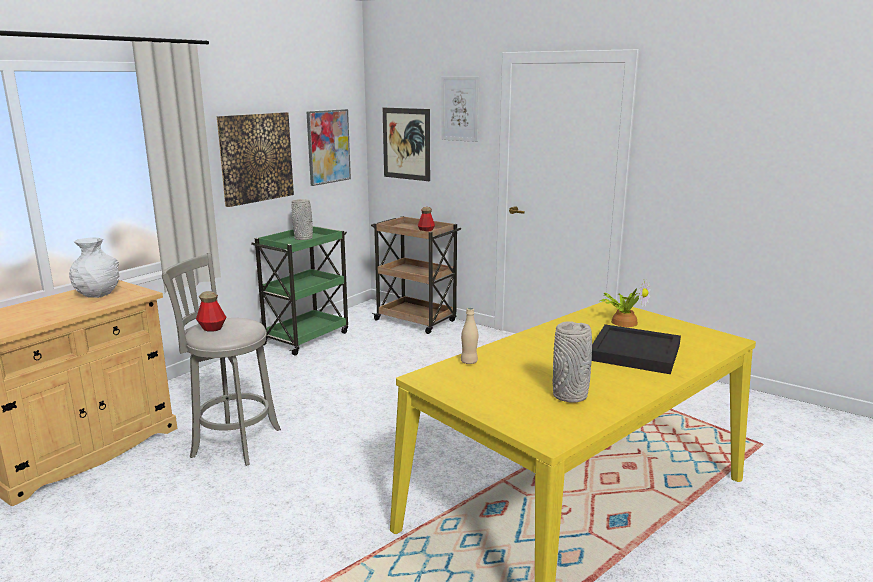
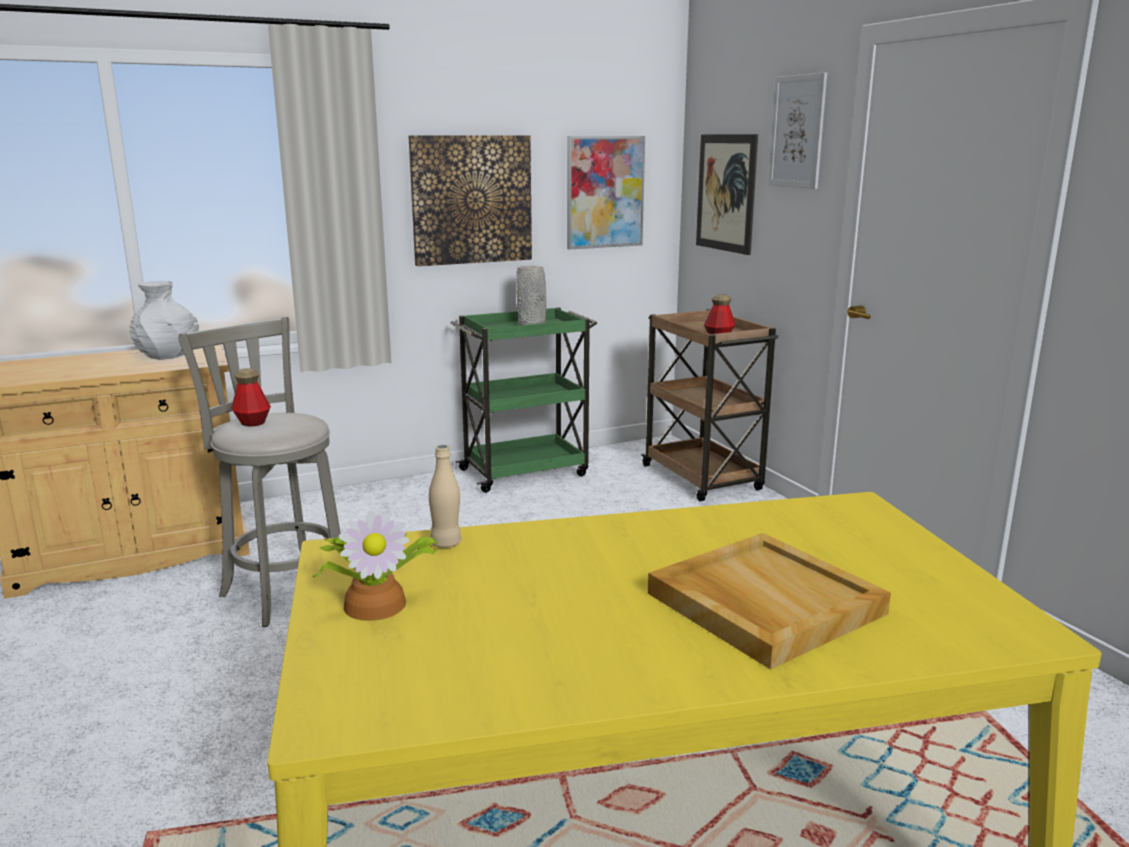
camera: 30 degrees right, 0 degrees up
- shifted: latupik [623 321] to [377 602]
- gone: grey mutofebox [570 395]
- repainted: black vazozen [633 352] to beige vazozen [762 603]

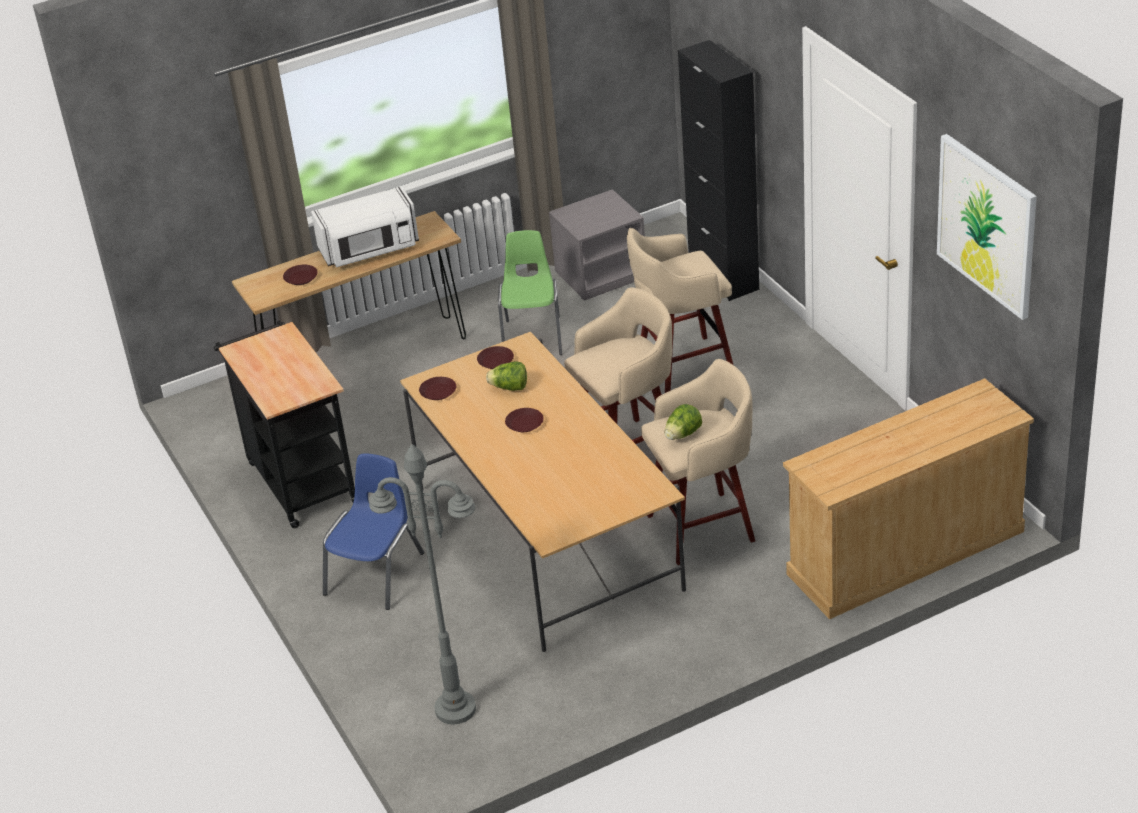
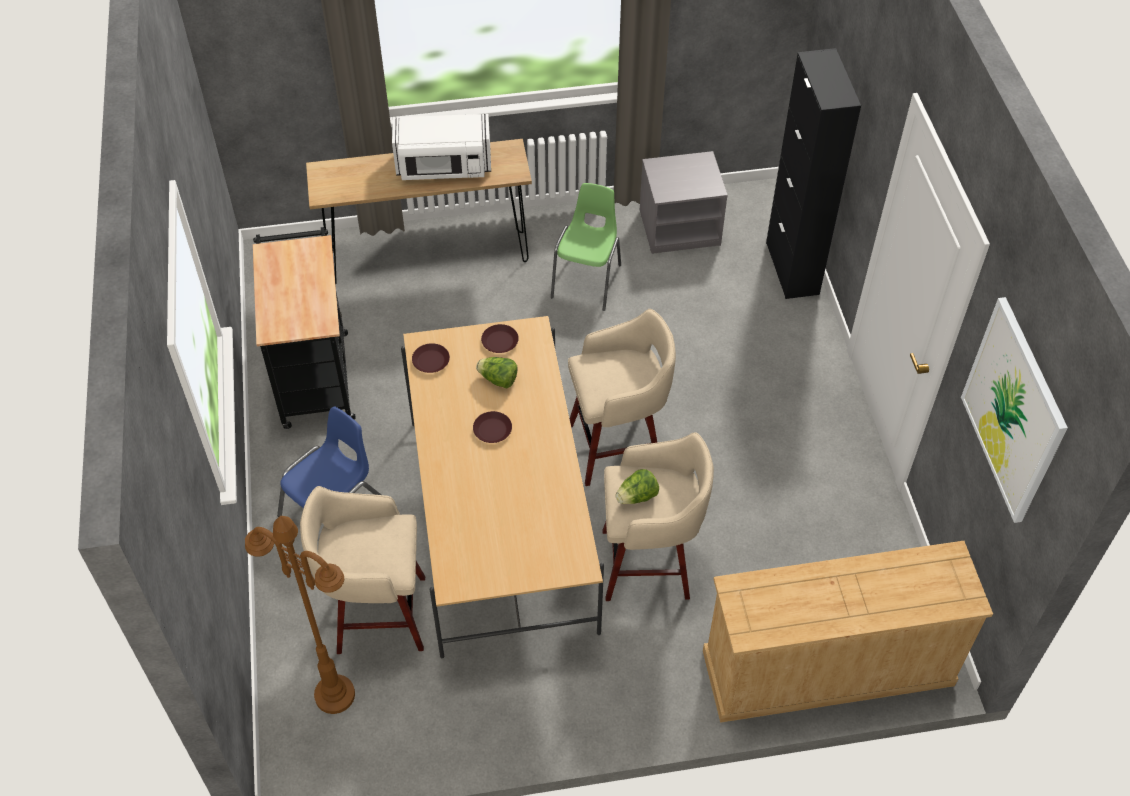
camera: 15 degrees right, 15 degrees up
- shifted: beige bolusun [682 367] to [377 614]
- gone: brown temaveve [300 278]
- repainted: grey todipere [454 709] to brown todipere [334 695]

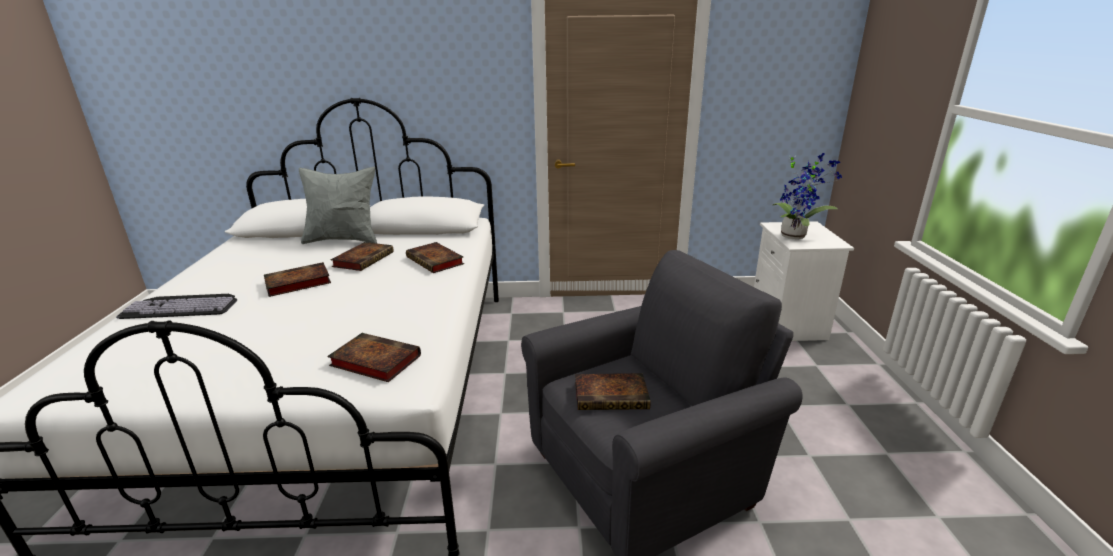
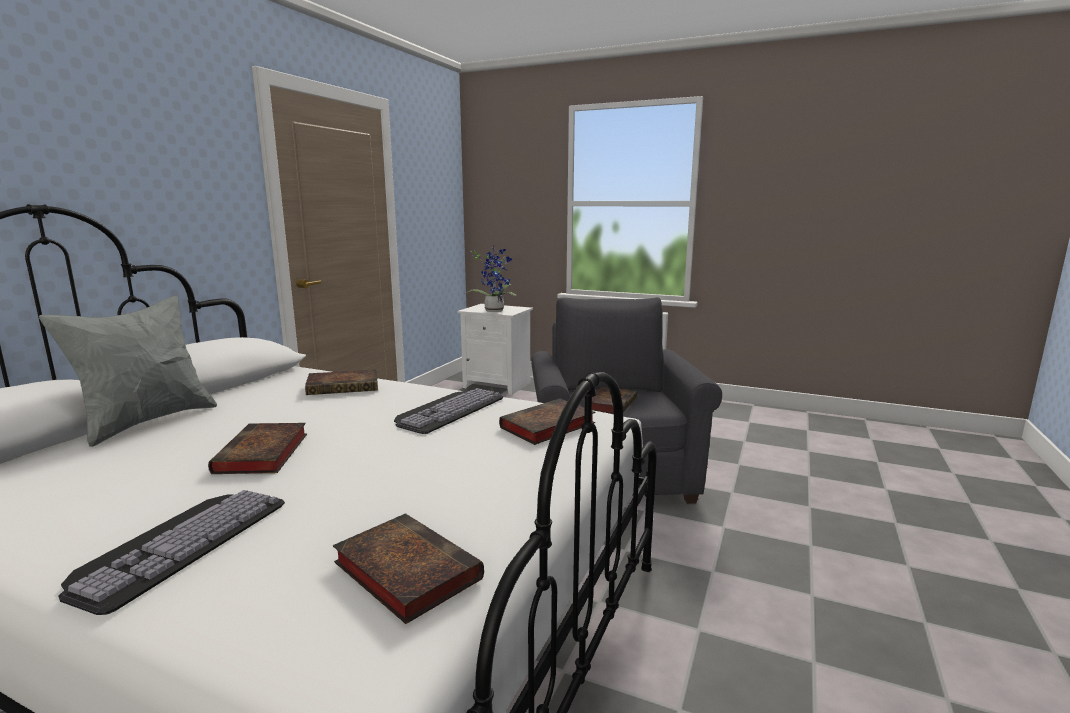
camera: 65 degrees left, 10 degrees down
- shifted: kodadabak [364 259] to [403 570]
- new: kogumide [447 409]

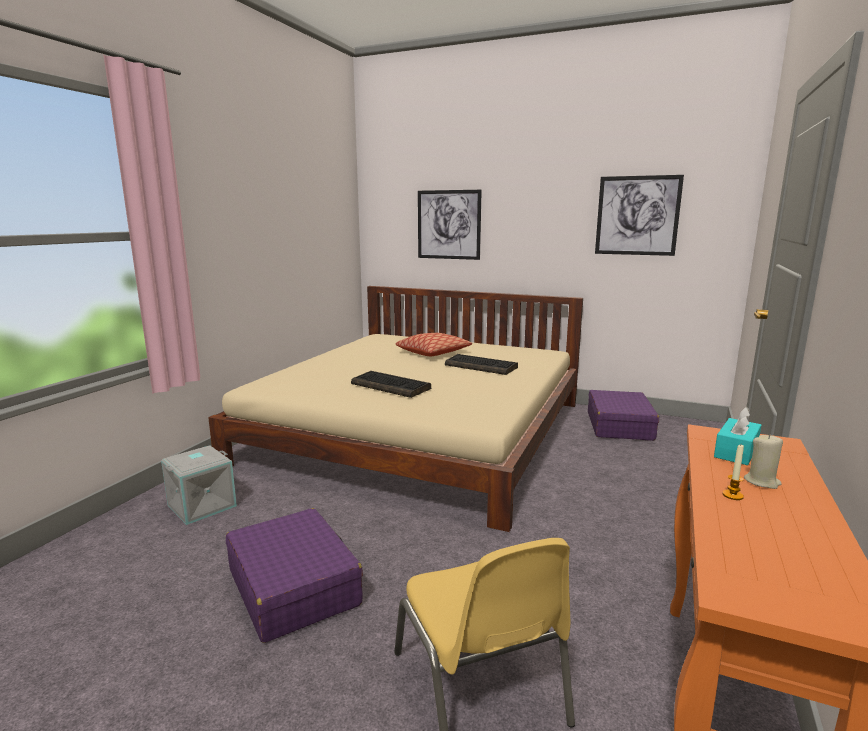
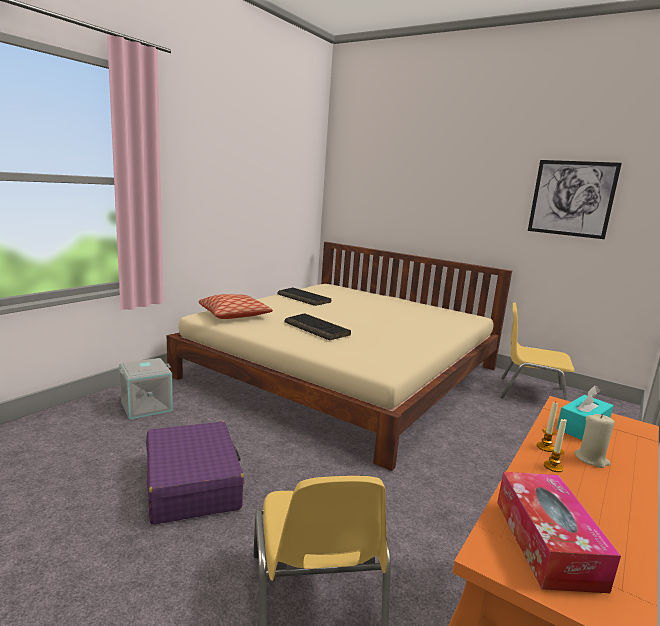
camera: 10 degrees right, 0 degrees up
- gone: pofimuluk [448 224]
- shifted: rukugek [433 353] to [234 315]
- shifted: kogumide [482 366] to [304 298]
- swapped: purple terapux [619 426] to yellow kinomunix [530 393]
- new: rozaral [545 447]
- new: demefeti [547 542]

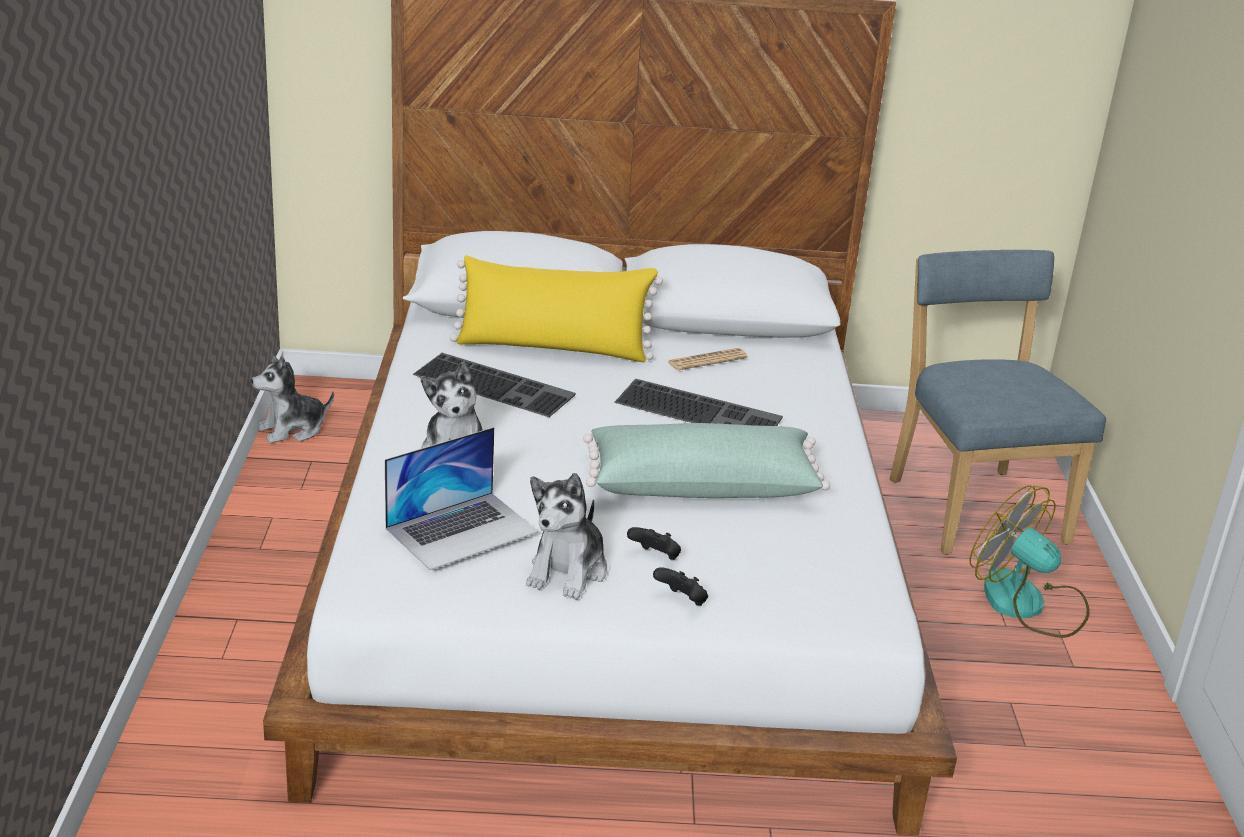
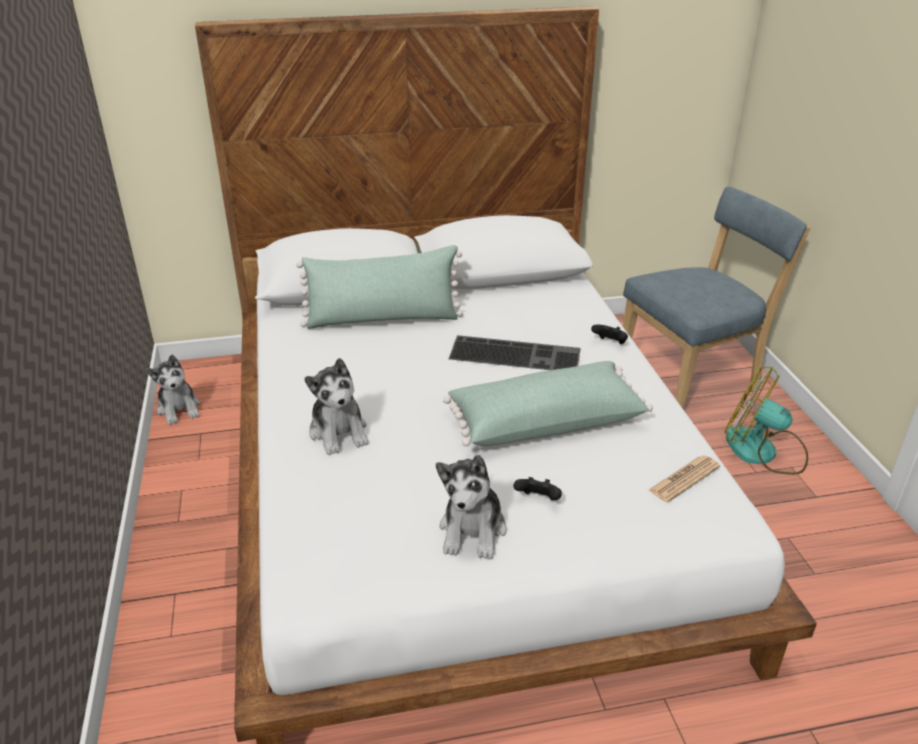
camera: 10 degrees left, 5 degrees up
- rotated: blue kinomunix [972 507] = [692 379] 90 degrees clockwise
- repainted: yellow rukugek [553 348] to green rukugek [383 319]
- shifted: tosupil [707 360] to [684 479]
- gone: kogumide [496 384]
- rotated: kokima [292 430] = [179 408] 75 degrees counterclockwise
- gone: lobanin [462 530]
- shifted: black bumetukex [682 601] to [609 343]

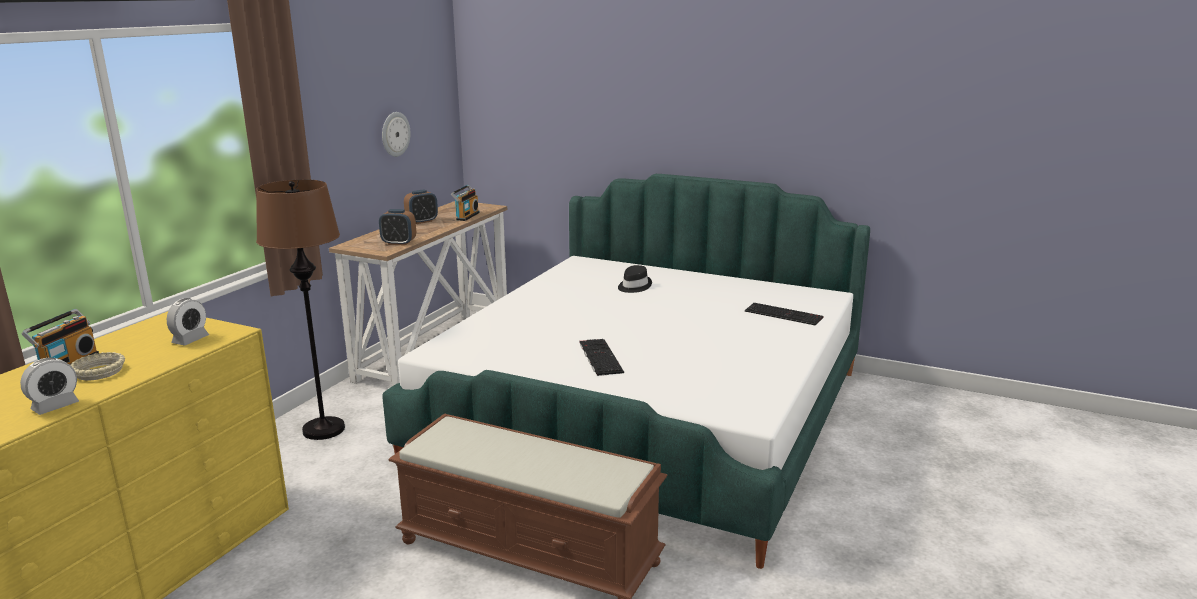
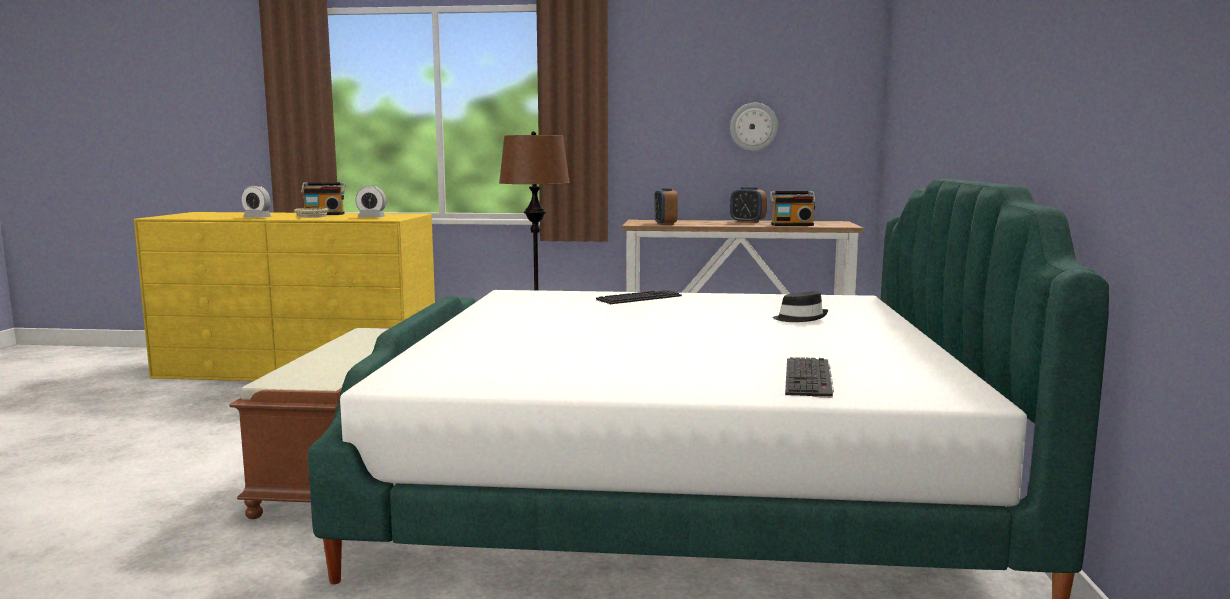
camera: 70 degrees right, 10 degrees down
- shifted: kogumide [599 357] to [639 297]

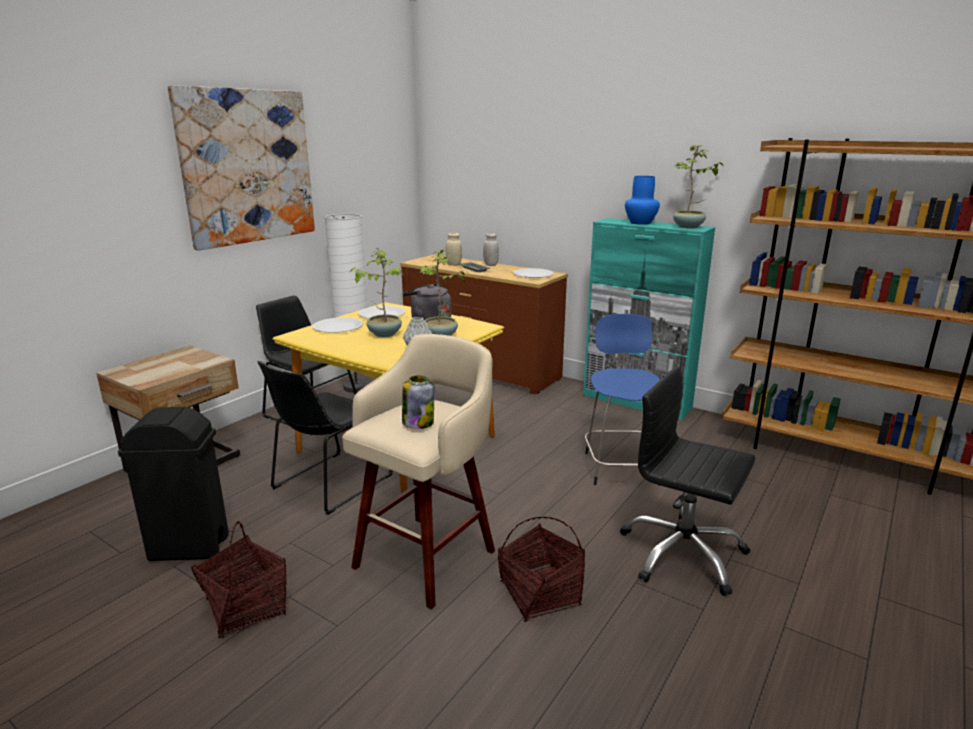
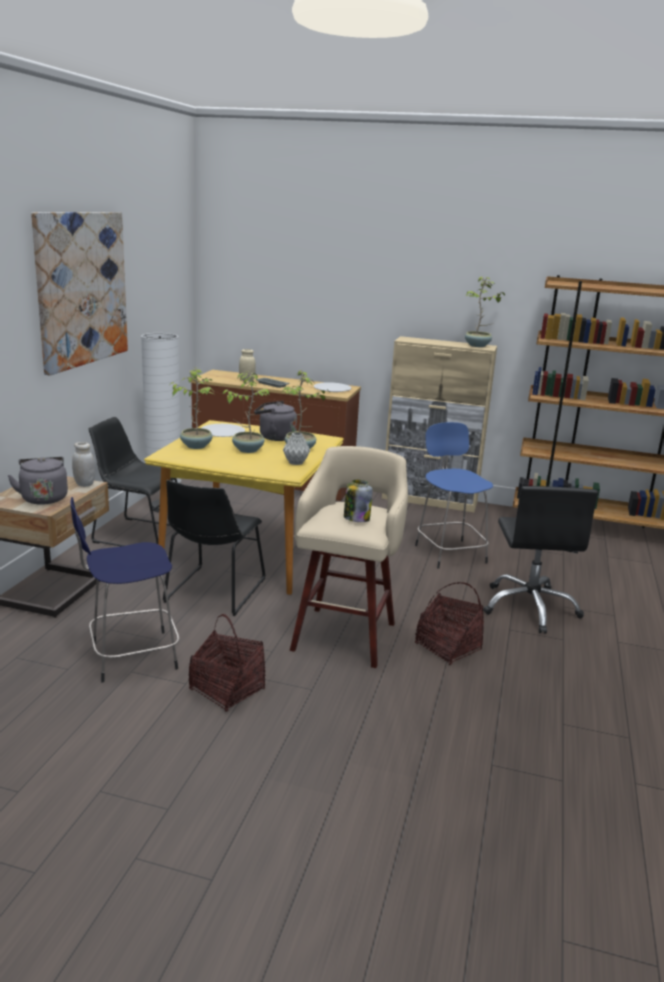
camera: 20 degrees left, 0 degrees up
- gone: blue mutofebox [640 223]
- repainted: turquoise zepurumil [637 402] to beige zepurumil [430 500]
- shifted: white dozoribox [490 265] to [84 484]
- swapped: white temaveve [338 327] to latupik [196 446]
- rotated: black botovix [682 554] = [530 607] 105 degrees counterclockwise
- swapped: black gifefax [188 547] to blue bolusun [130 656]
- new: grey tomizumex [43 498]

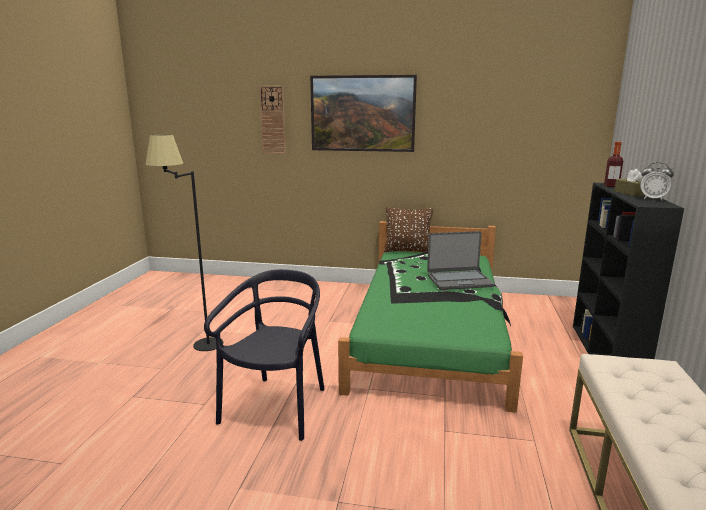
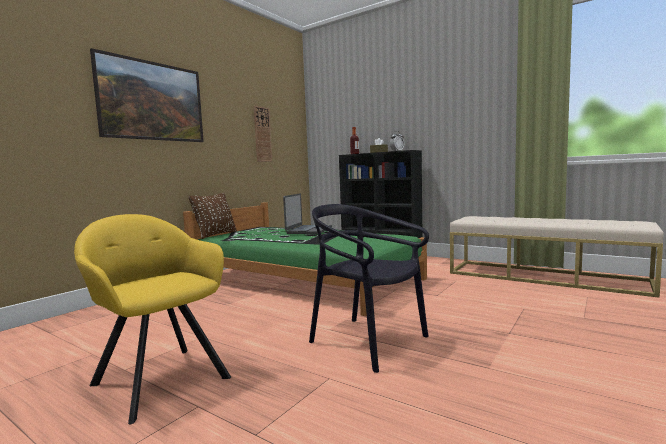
camera: 65 degrees left, 10 degrees down
- shifted: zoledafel [273 120] to [262 134]
- swapped: black todipere [194 344] to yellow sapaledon [159 378]

